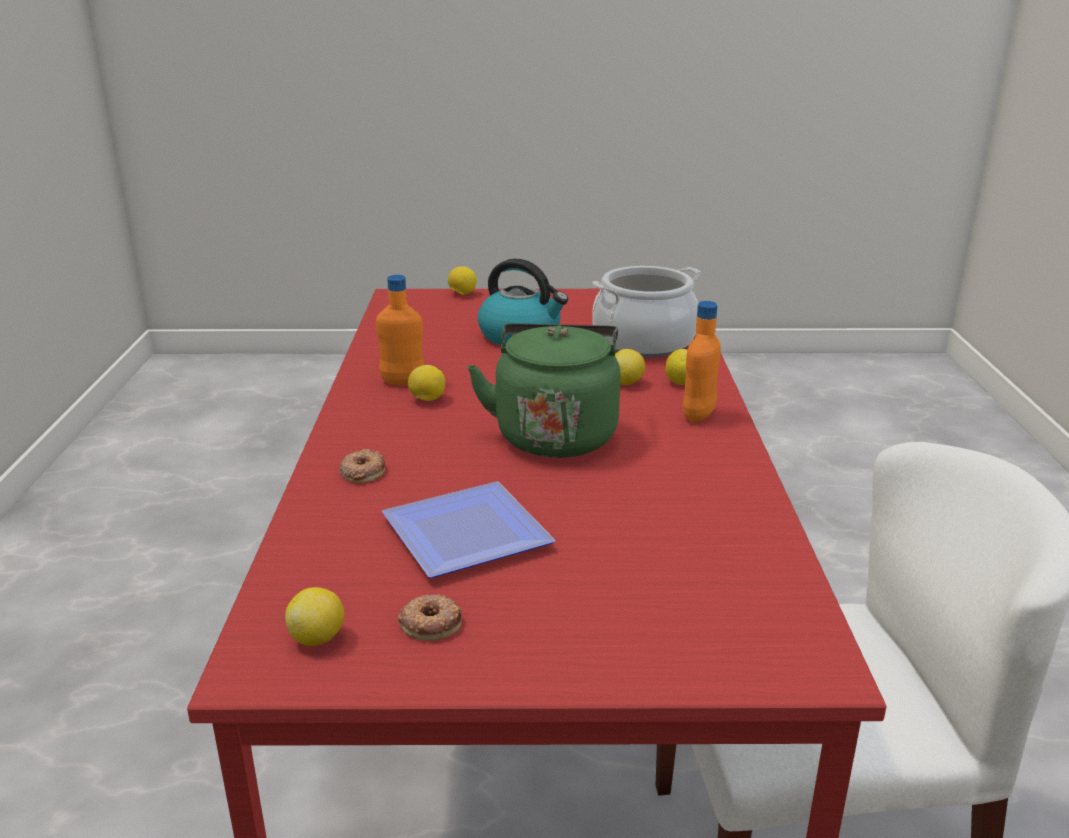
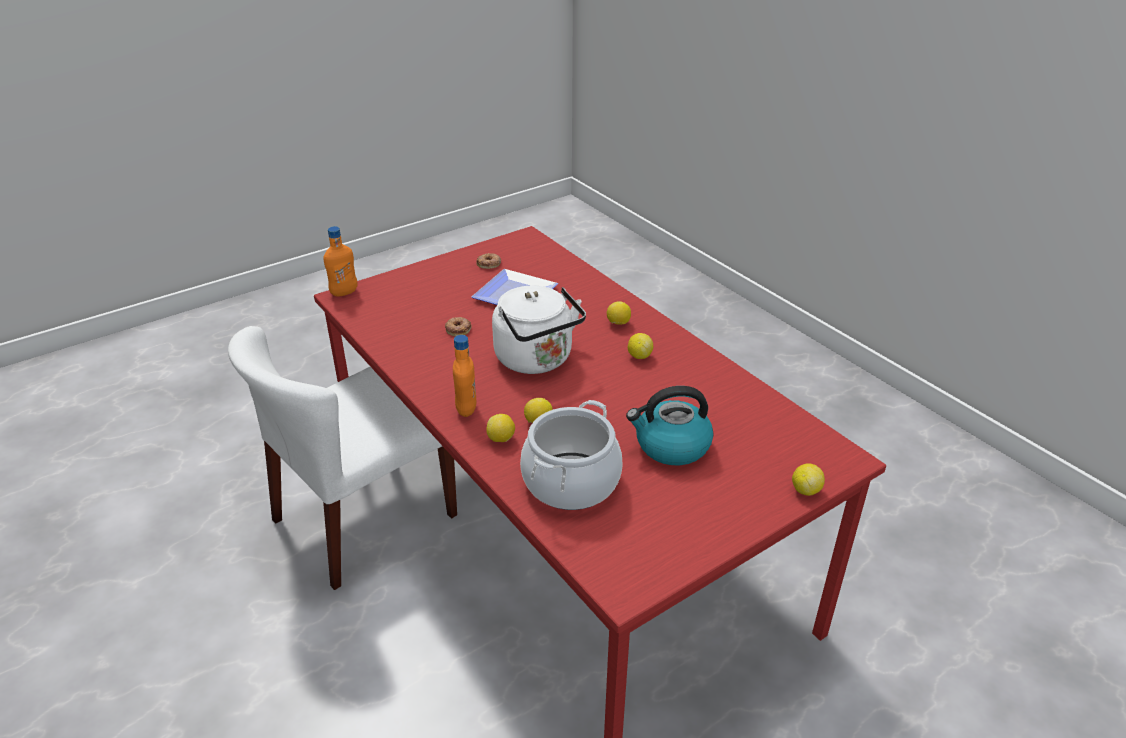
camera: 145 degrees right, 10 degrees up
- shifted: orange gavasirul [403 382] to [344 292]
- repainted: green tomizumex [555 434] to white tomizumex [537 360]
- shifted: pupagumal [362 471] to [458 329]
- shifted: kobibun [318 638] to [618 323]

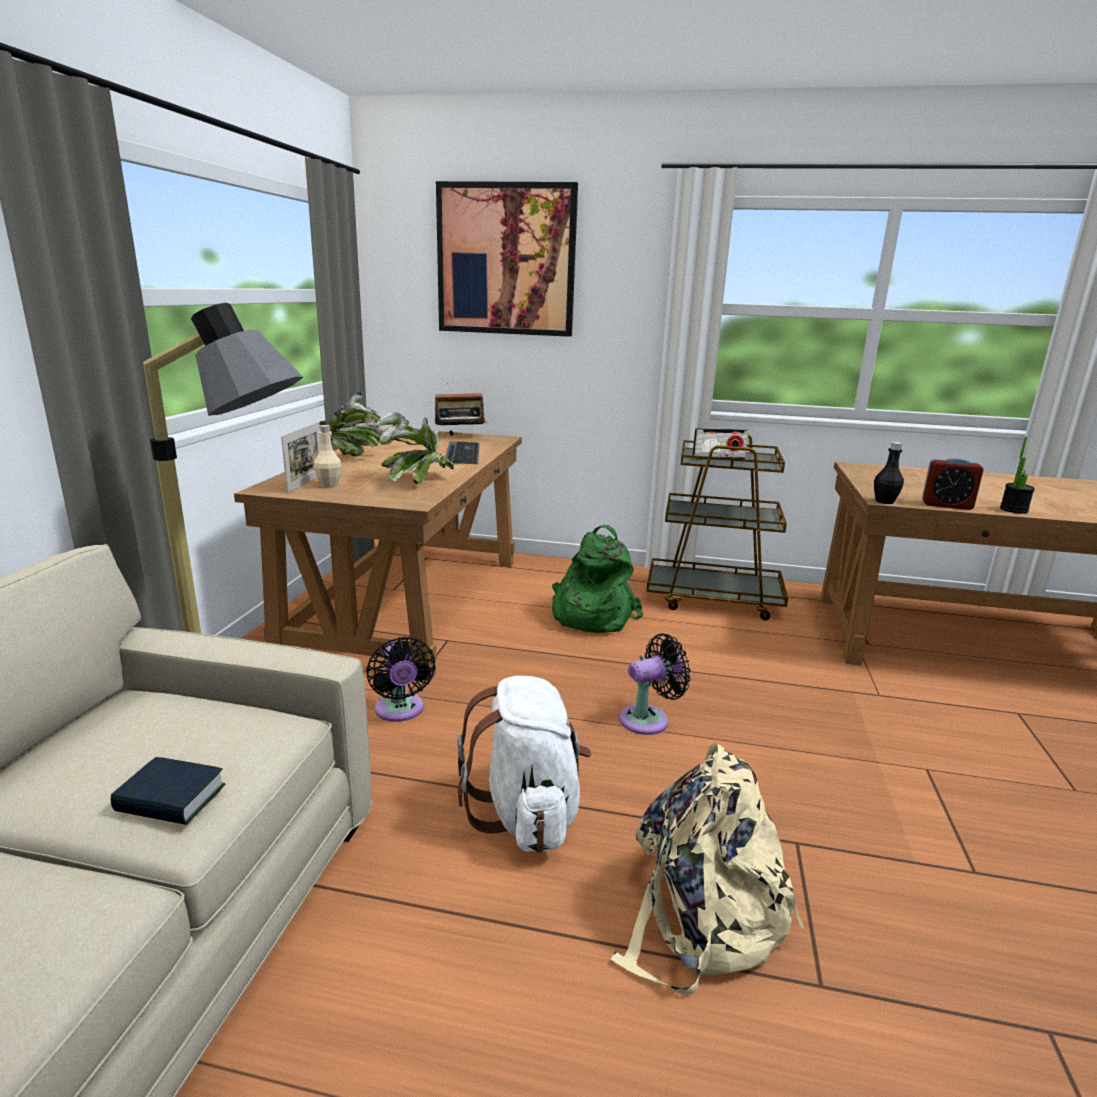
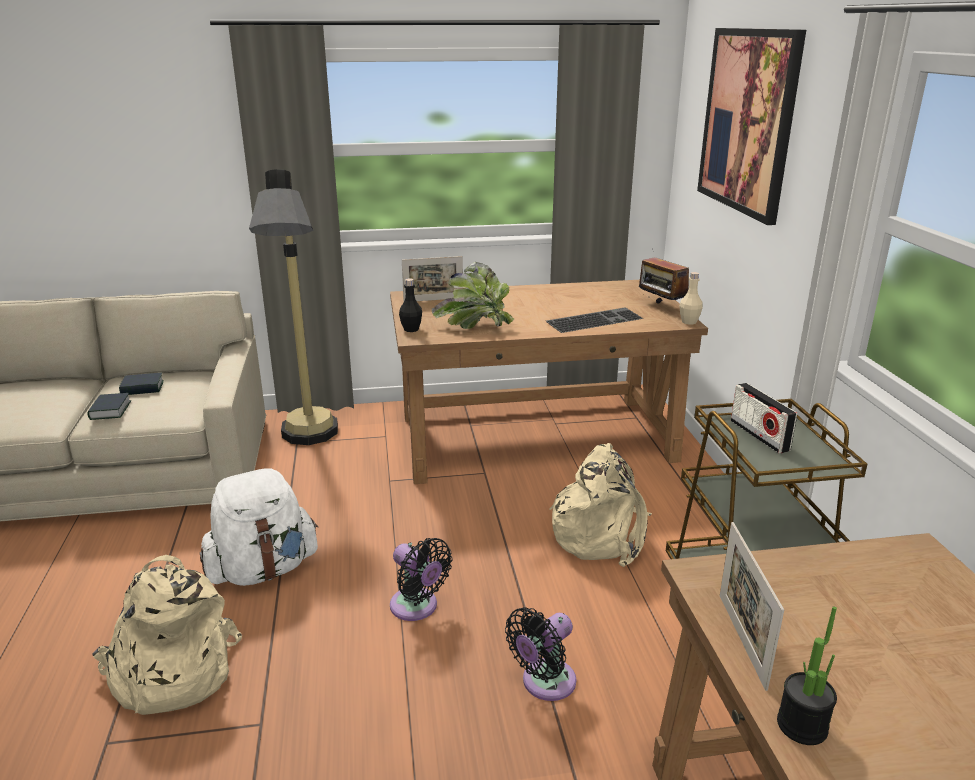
camera: 70 degrees right, 5 degrees up
- gone: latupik [352 458]
- shifted: beige gavasirul [329 485] to [689 322]
- shifted: black gavasirul [884 501] to [411 329]
- swapped: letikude [946 505] to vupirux [741 639]
- repainted: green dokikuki [590 616] to beige dokikuki [601 534]
- shifted: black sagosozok [400 711] to [544 683]
- new: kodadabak [142 388]

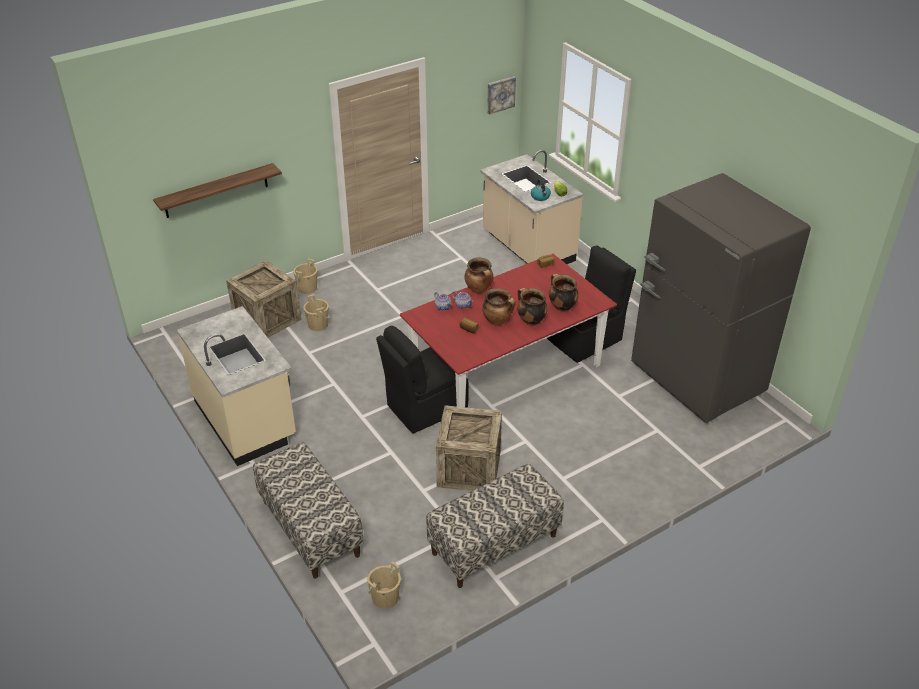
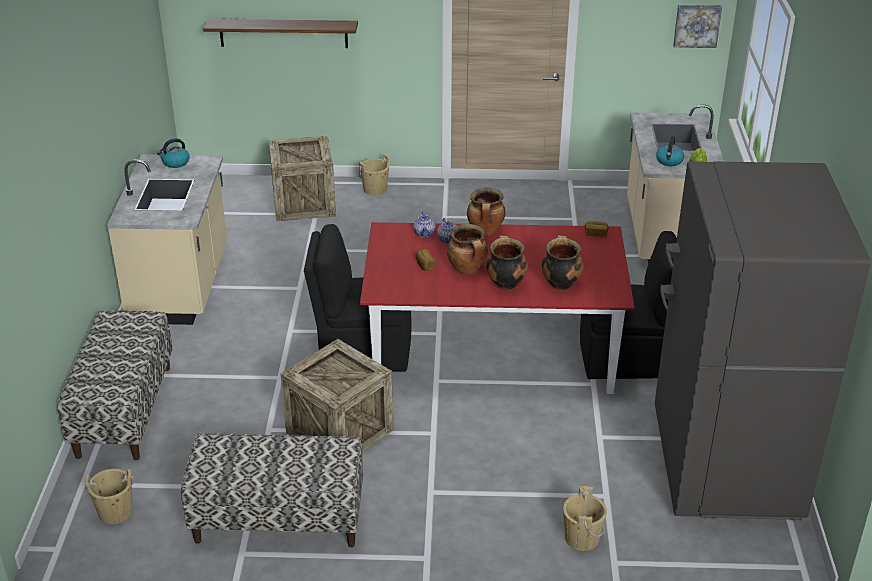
camera: 35 degrees right, 5 degrees down
- shifted: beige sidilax [318 325] to [582 538]
- new: tomizumex [175 163]

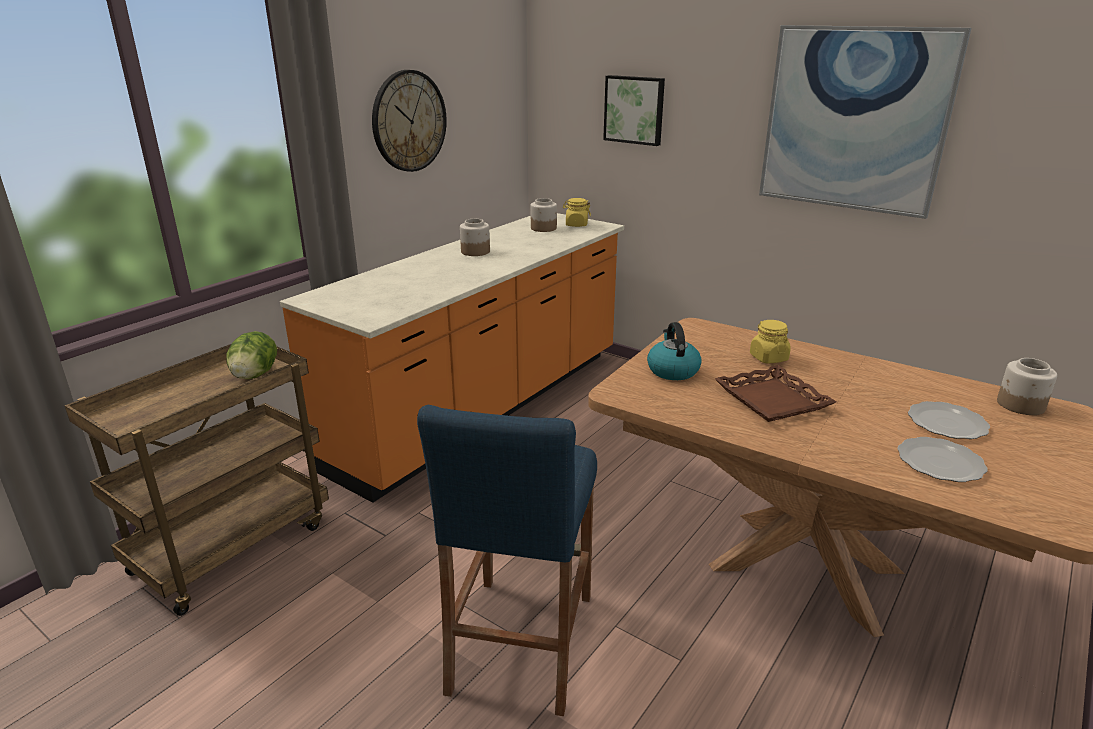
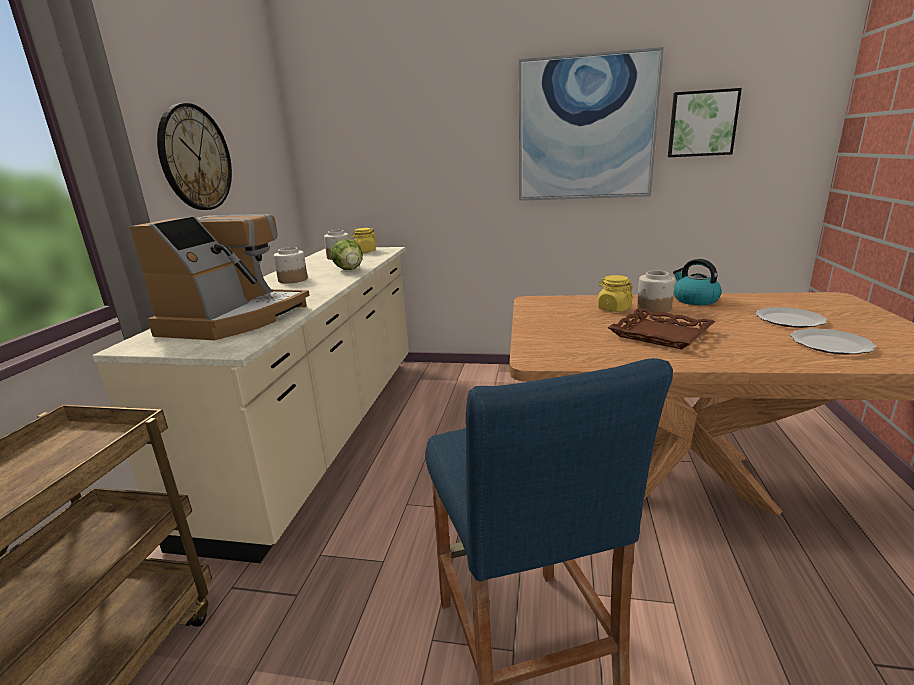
camera: 25 degrees left, 5 degrees down
- shifted: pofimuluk [634 110] to [702 124]
- repainted: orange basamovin [483 408] to beige basamovin [324 432]
- shifted: tomizumex [672 370] to [694 300]
- shifted: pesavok [254 375] to [349 270]
- shifted: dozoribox [1020 405] to [654 308]
- new: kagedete [235 319]

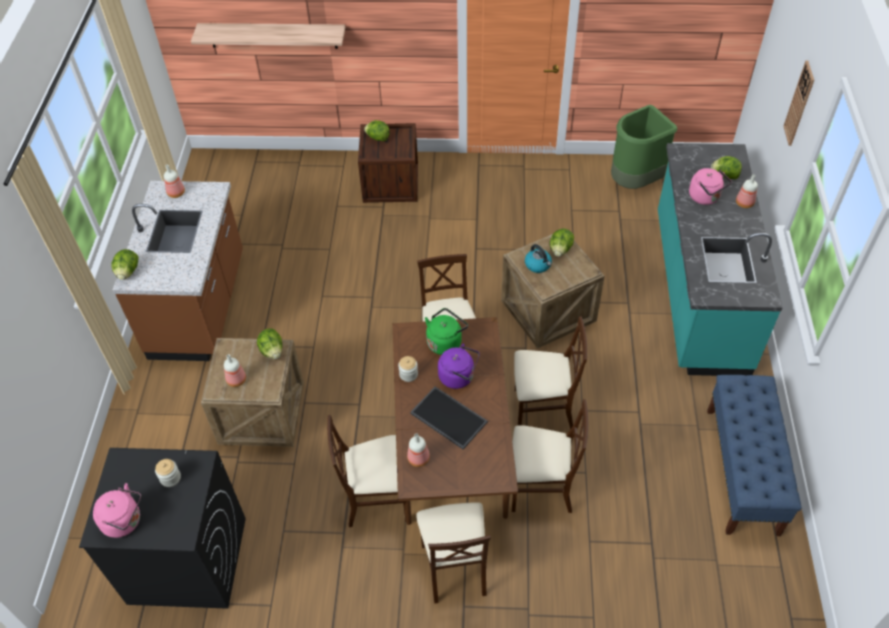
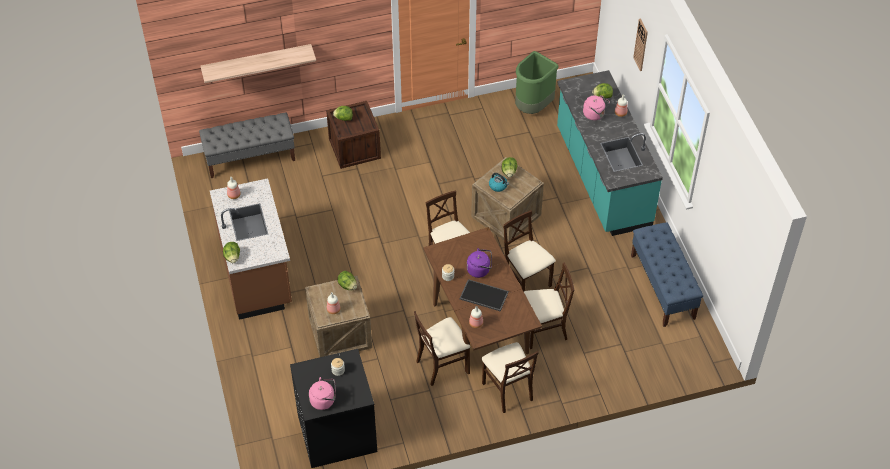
camera: 20 degrees left, 0 degrees up
- gone: green tomizumex [445 342]
- rotated: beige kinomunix [542 410] = [526 282] 105 degrees counterclockwise
- new: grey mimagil [250 158]

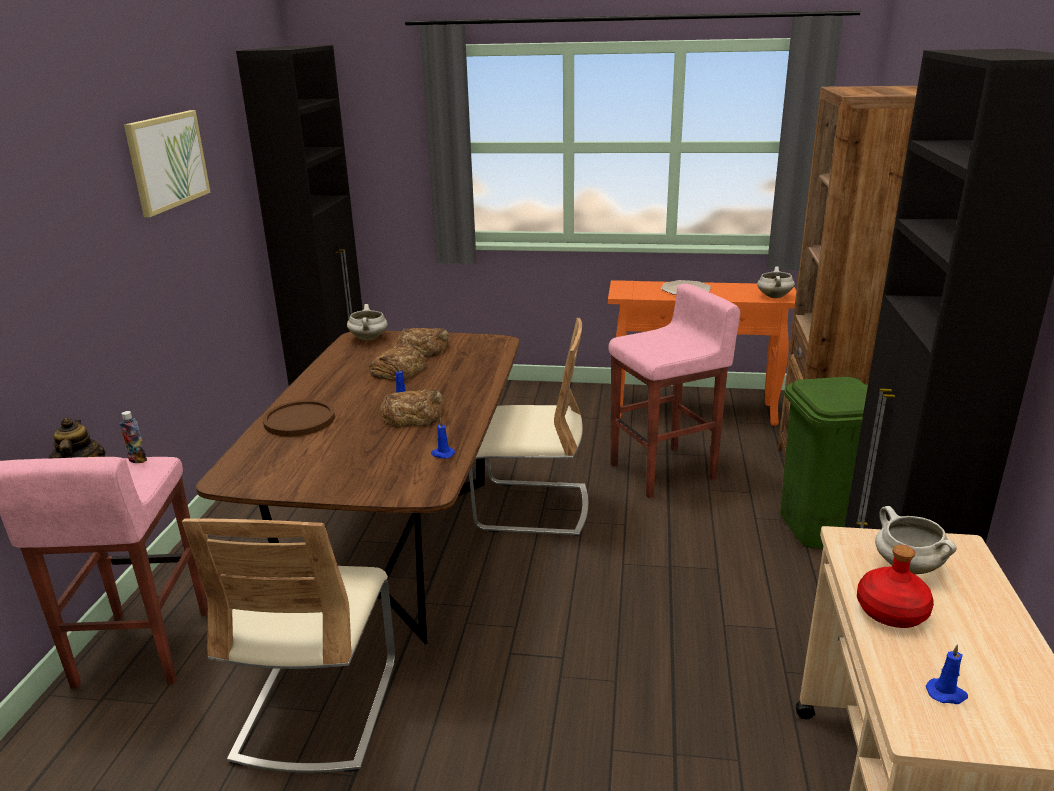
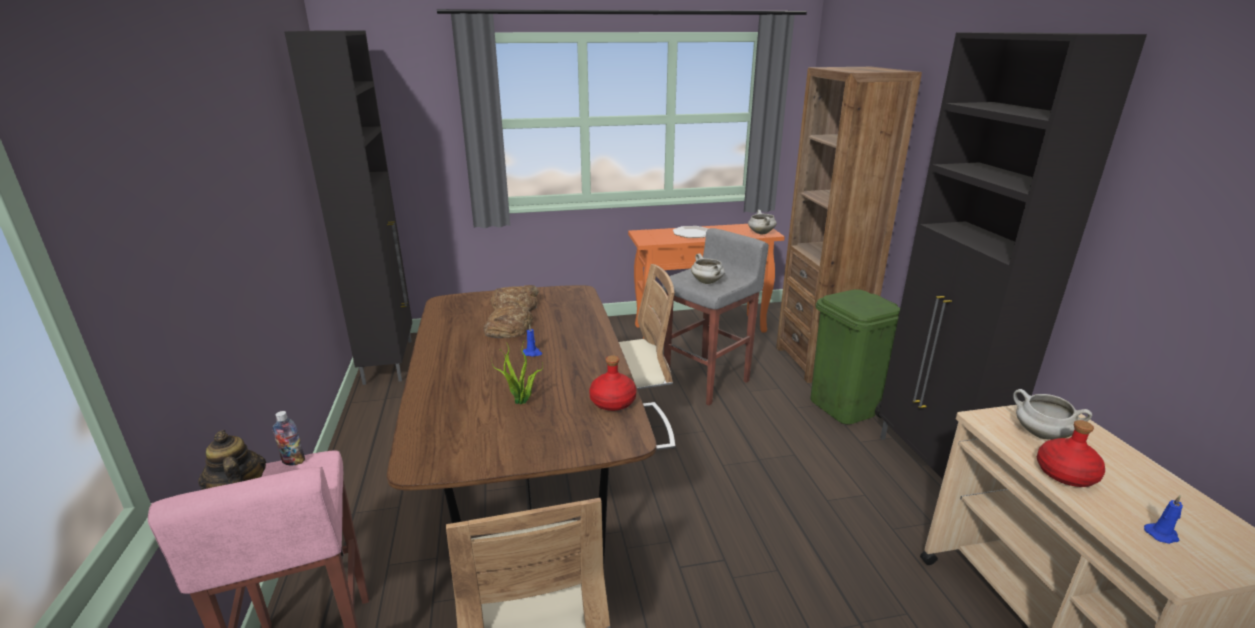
camera: 20 degrees left, 0 degrees up
- gone: pofimuluk [167 161]
- repainted: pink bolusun [664 472] to grey bolusun [708 381]
- shifted: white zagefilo [369 338] to [707 282]
- gone: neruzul [412 415]
- gone: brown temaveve [299 420]
- swapped: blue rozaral [442 454] to red gavasirul [612 402]
- new: latupik [521 402]

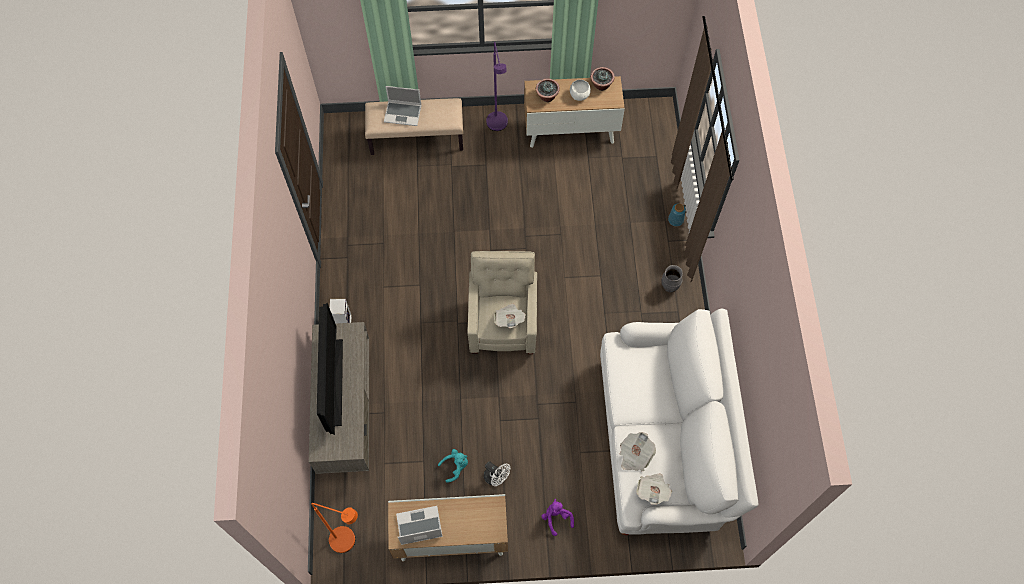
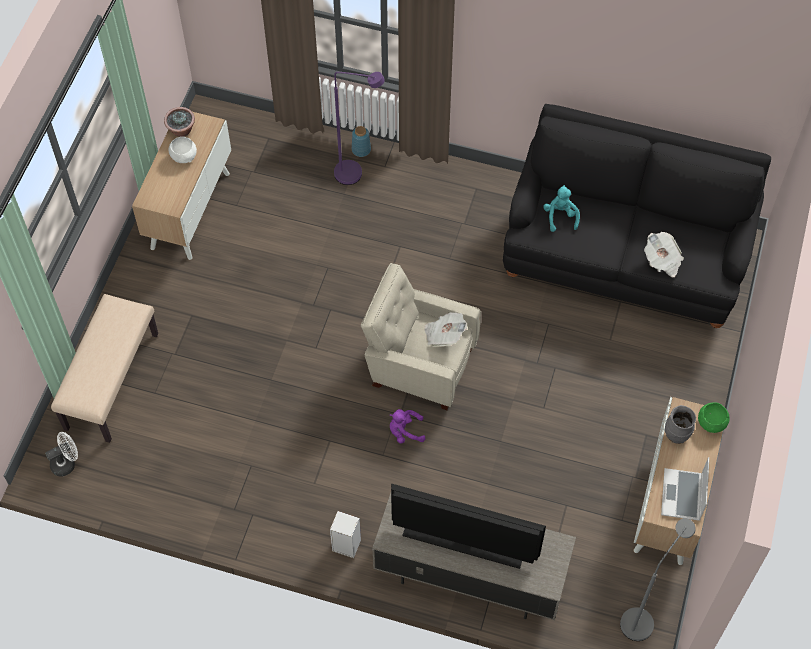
camera: 70 degrees left, 5 degrees down
- shifted: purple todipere [498 127] to [356 174]
- gone: latupik [547 97]
- gone: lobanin [403 113]
- shifted: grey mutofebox [669 286] to [676 435]
- repainted: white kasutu [664 441] to black kasutu [624 256]
- shifted: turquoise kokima [455 466] to [560 216]
- shifted: white sagosozok [496 478] to [66 463]
- gone: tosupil [653 490]
- shifted: purple kokima [556 518] to [405 432]
- repainted: orange todipere [349 542] to grey todipere [641 617]
- new: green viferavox [711 423]

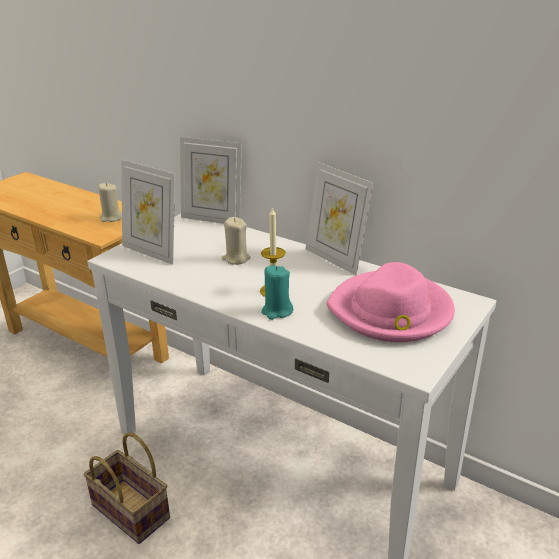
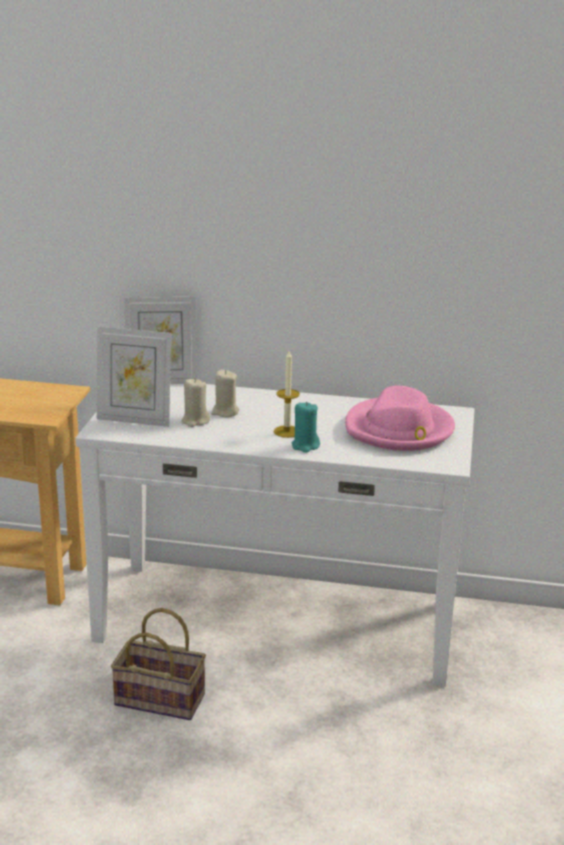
camera: 25 degrees left, 5 degrees down
- gone: vupirux [335 259]
- shifted: beige rozaral [111 218] to [195 421]

